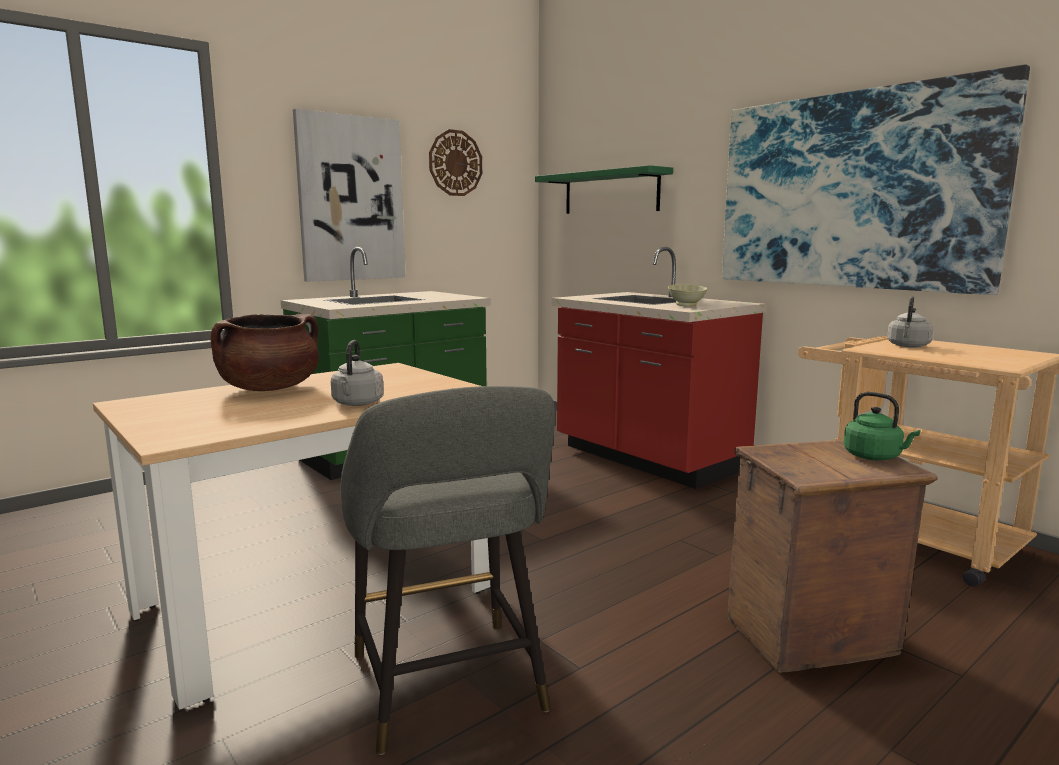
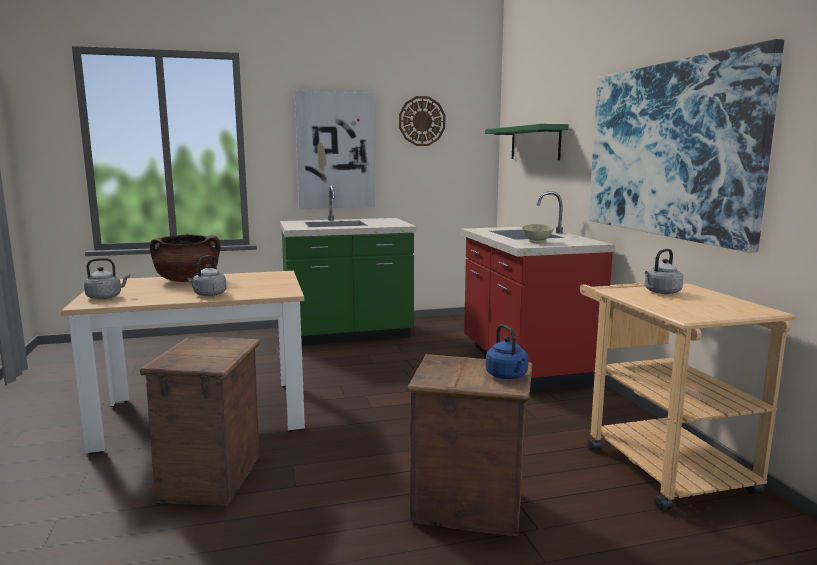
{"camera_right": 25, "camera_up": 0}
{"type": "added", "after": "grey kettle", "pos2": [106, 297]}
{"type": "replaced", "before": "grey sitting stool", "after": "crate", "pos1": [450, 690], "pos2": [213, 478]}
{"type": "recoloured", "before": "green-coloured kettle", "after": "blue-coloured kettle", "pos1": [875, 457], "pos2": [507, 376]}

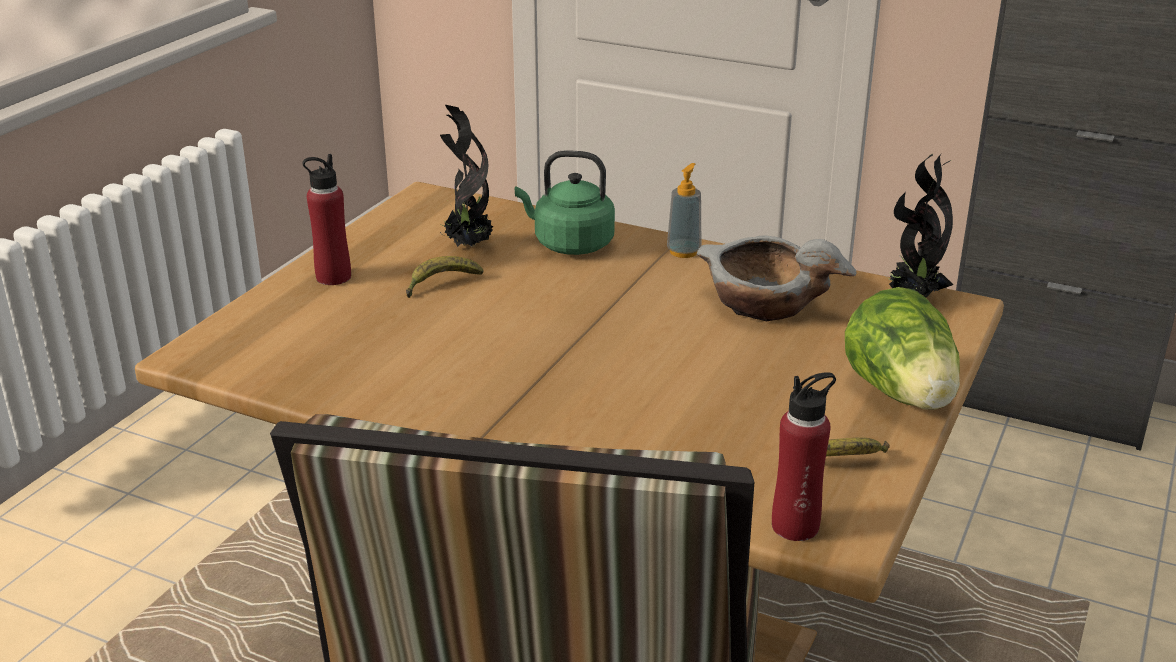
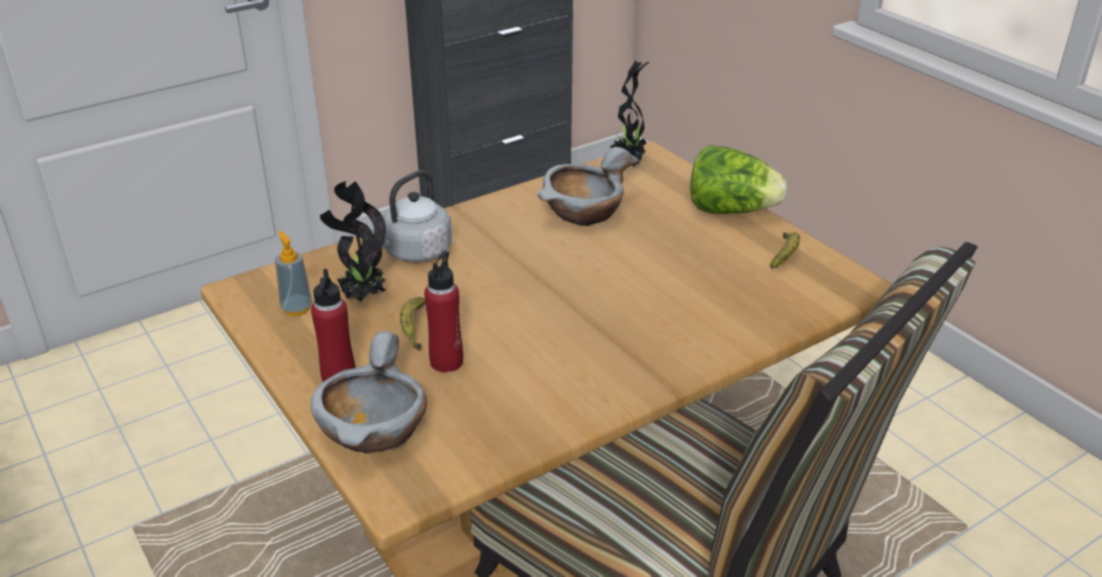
{"camera_right": -60, "camera_up": 5}
{"type": "moved", "before": "soap dispenser", "pos1": [684, 252], "pos2": [297, 308]}
{"type": "added", "after": "grey bowl", "pos2": [374, 429]}
{"type": "recoloured", "before": "green-coloured kettle", "after": "grey kettle", "pos1": [569, 244], "pos2": [414, 252]}
{"type": "moved", "before": "red-coloured drink bottle", "pos1": [795, 526], "pos2": [446, 362]}

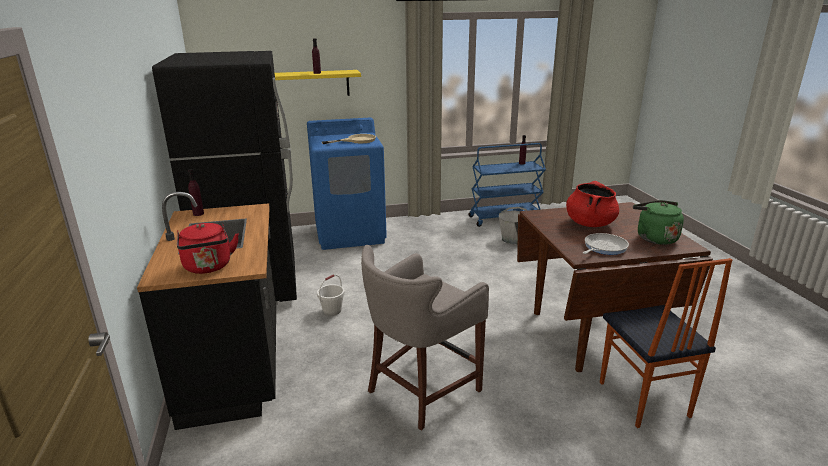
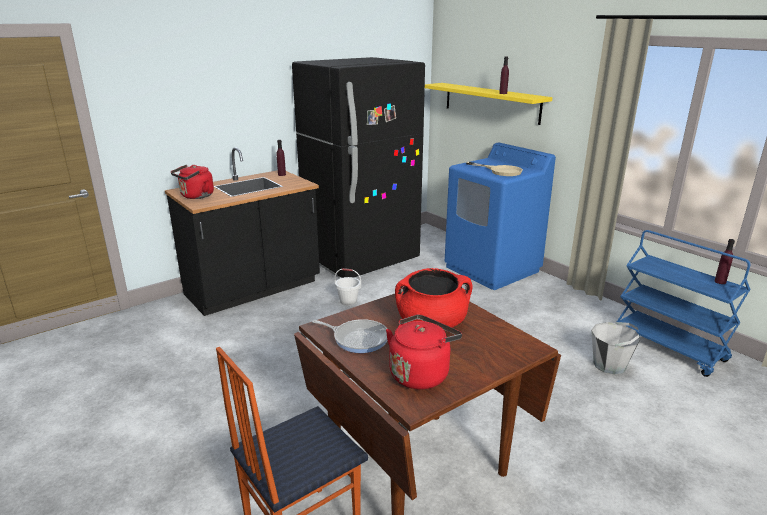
{"camera_right": 65, "camera_up": 0}
{"type": "recoloured", "before": "green-coloured kettle", "after": "red-coloured kettle", "pos1": [654, 238], "pos2": [421, 373]}
{"type": "removed", "before": "grey sitting stool", "pos1": [420, 391]}

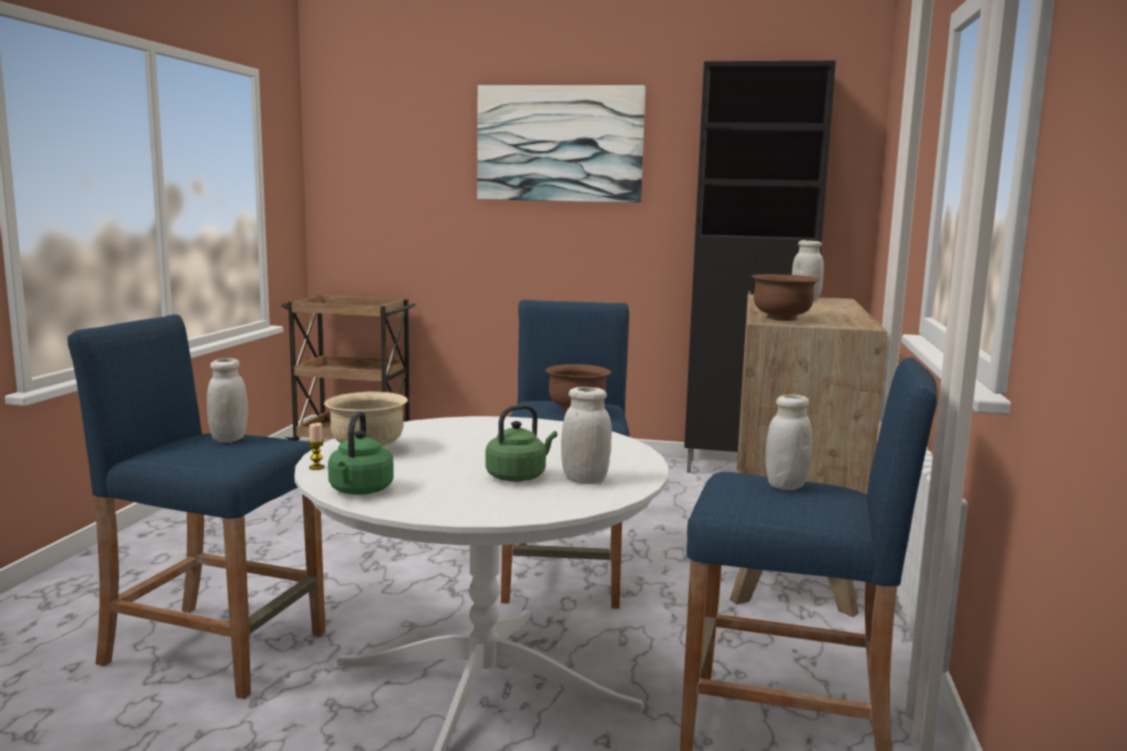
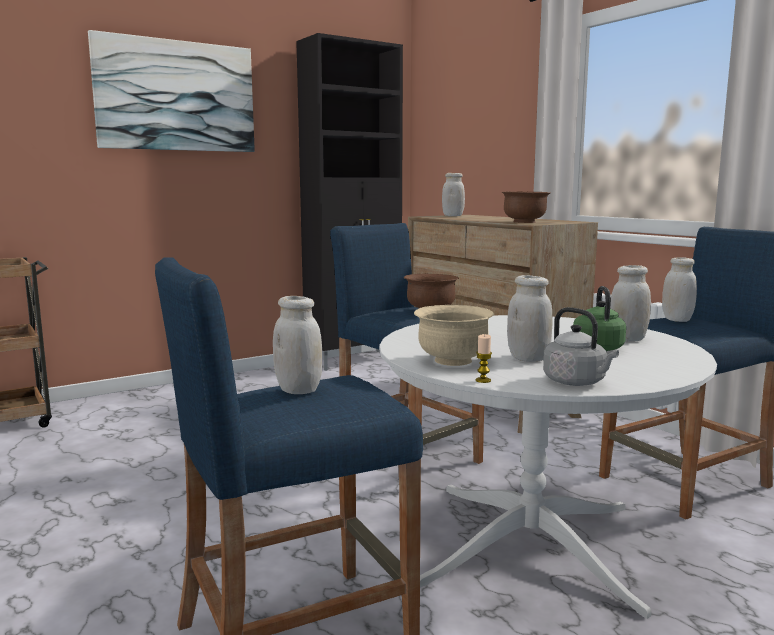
{"camera_right": -45, "camera_up": 0}
{"type": "added", "after": "white-coloured jar", "pos2": [528, 358]}
{"type": "recoloured", "before": "green-coloured kettle", "after": "grey kettle", "pos1": [360, 491], "pos2": [577, 382]}

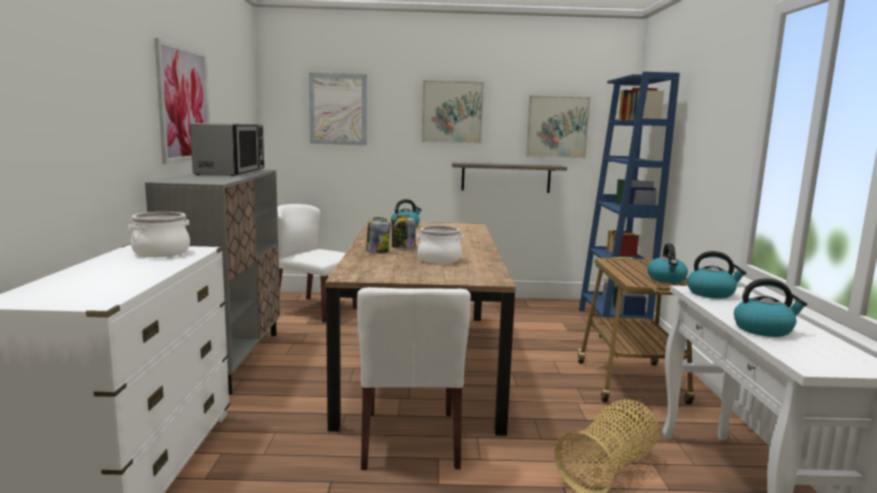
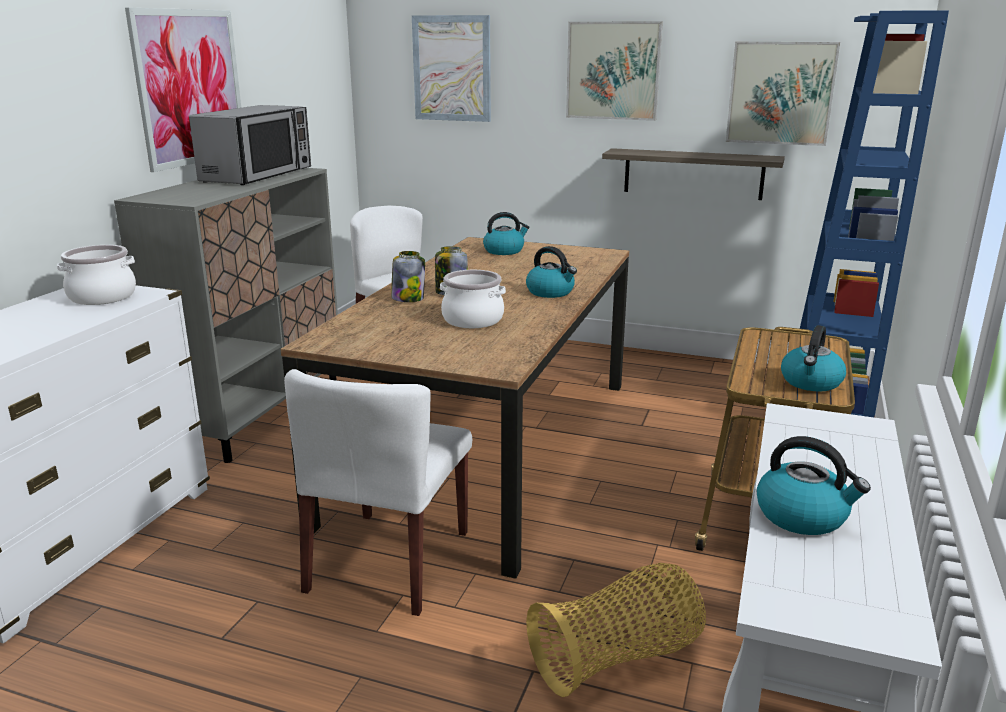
{"camera_right": 20, "camera_up": 10}
{"type": "moved", "before": "kettle", "pos1": [711, 293], "pos2": [551, 292]}

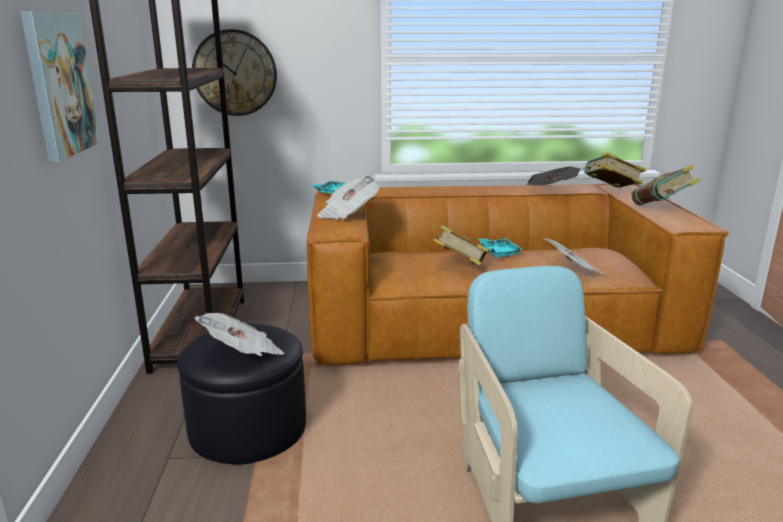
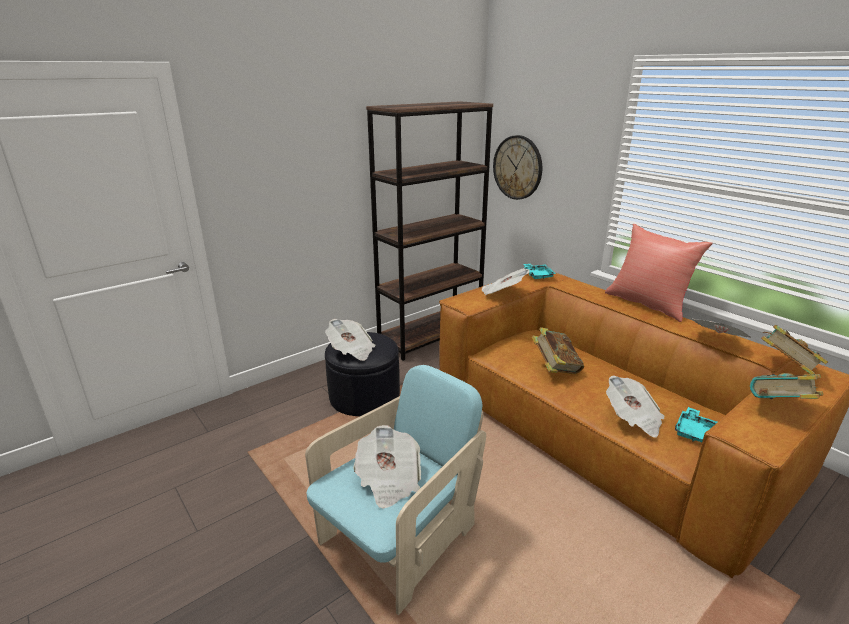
{"camera_right": 55, "camera_up": 5}
{"type": "added", "after": "newspaper", "pos2": [388, 480]}
{"type": "added", "after": "red-coloured cushion", "pos2": [648, 304]}
{"type": "moved", "before": "turquoise carrying tray", "pos1": [498, 252], "pos2": [695, 432]}
{"type": "removed", "before": "picture", "pos1": [59, 84]}

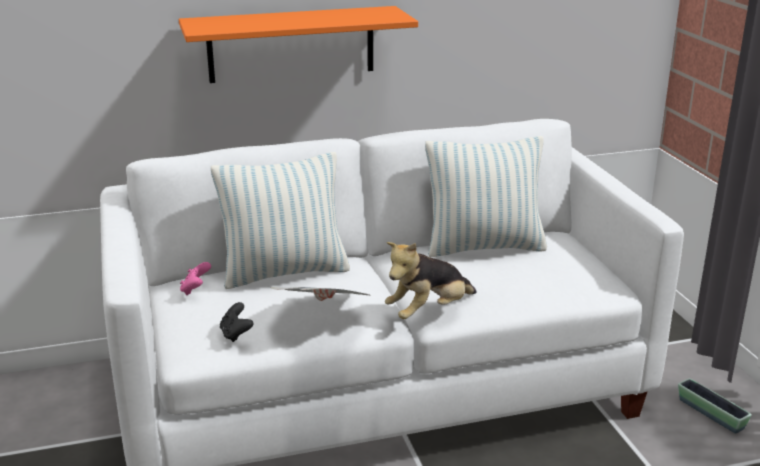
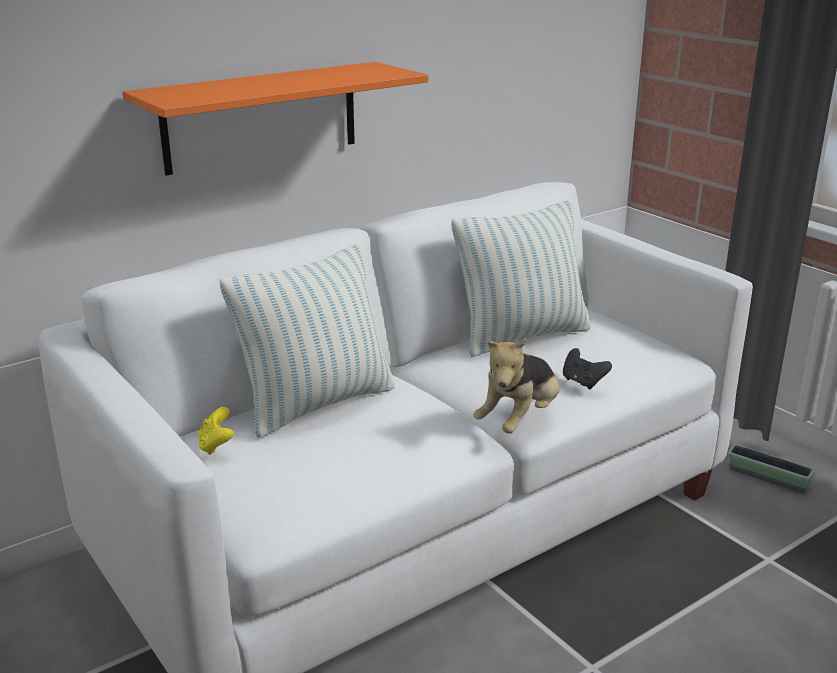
{"camera_right": -20, "camera_up": 0}
{"type": "recoloured", "before": "pink gamepad", "after": "yellow-coloured gamepad", "pos1": [195, 290], "pos2": [216, 445]}
{"type": "moved", "before": "black-coloured gamepad", "pos1": [236, 334], "pos2": [583, 382]}
{"type": "removed", "before": "newspaper", "pos1": [324, 314]}

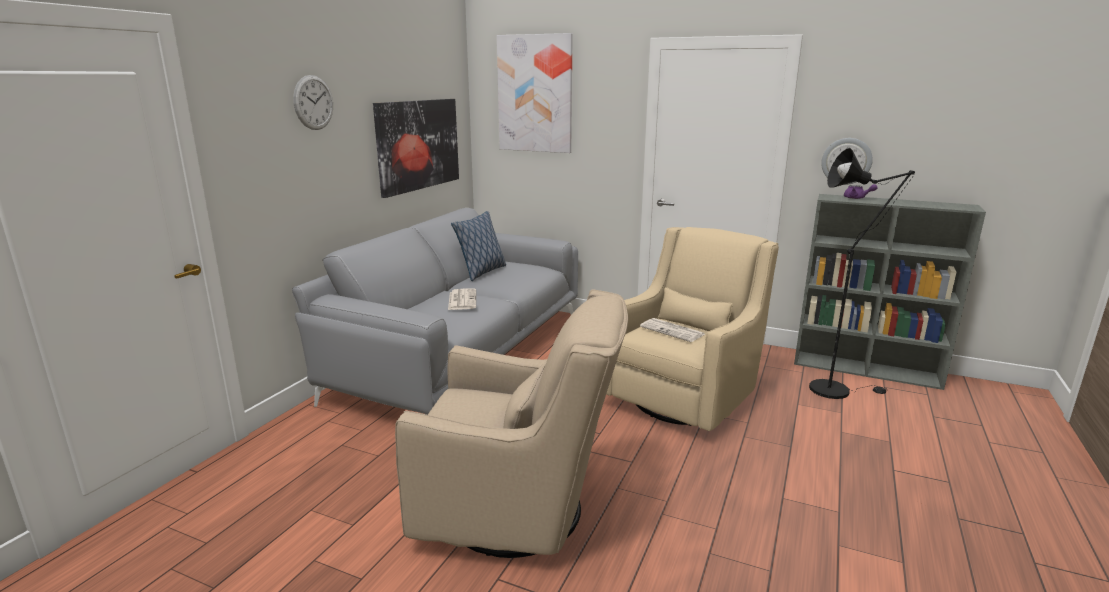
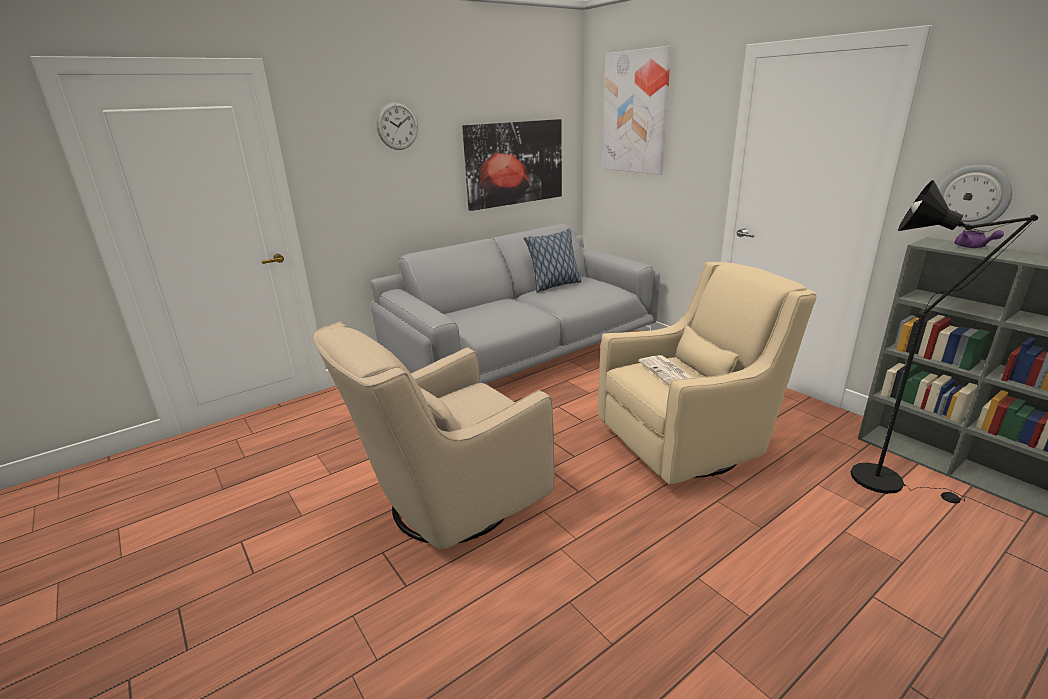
{"camera_right": 30, "camera_up": 5}
{"type": "turned", "before": "beige-coloured lounge chair", "pos1": [520, 511], "pos2": [447, 504], "turn": 105}
{"type": "removed", "before": "newspaper", "pos1": [462, 300]}

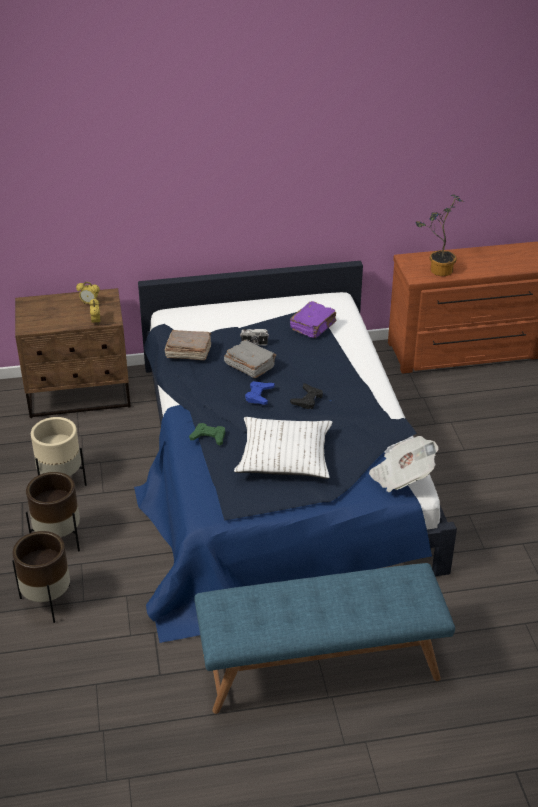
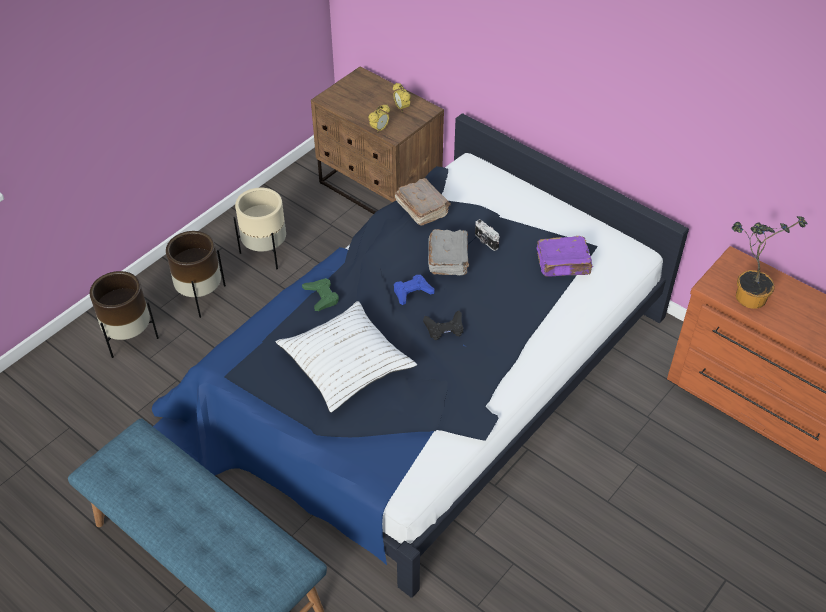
{"camera_right": 50, "camera_up": 10}
{"type": "removed", "before": "newspaper", "pos1": [402, 476]}

